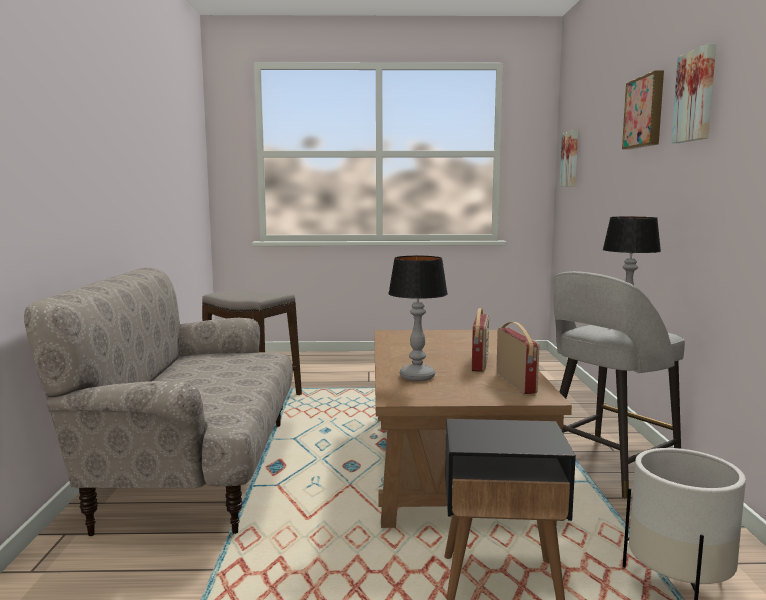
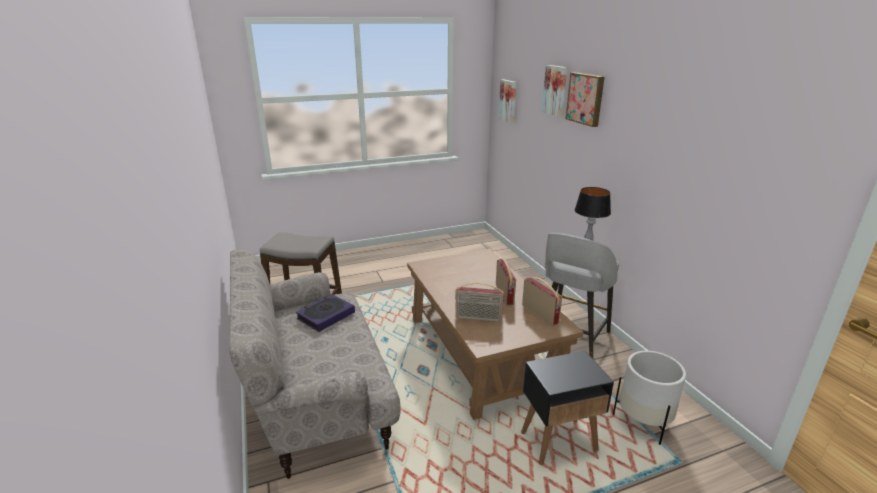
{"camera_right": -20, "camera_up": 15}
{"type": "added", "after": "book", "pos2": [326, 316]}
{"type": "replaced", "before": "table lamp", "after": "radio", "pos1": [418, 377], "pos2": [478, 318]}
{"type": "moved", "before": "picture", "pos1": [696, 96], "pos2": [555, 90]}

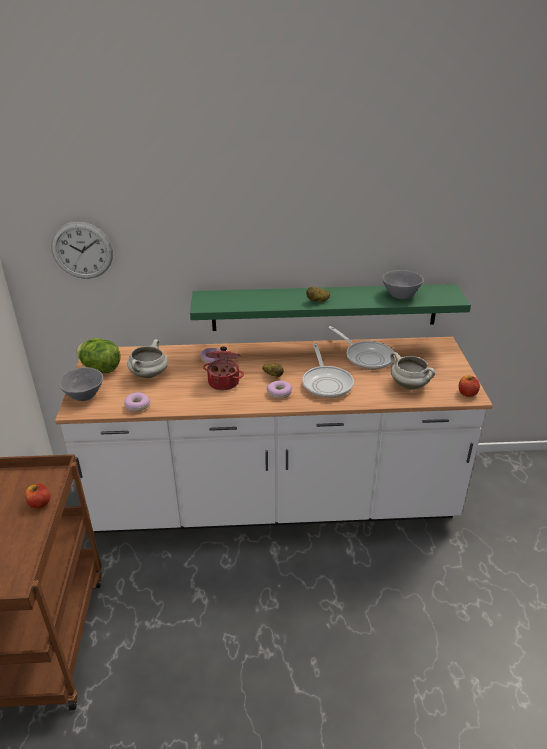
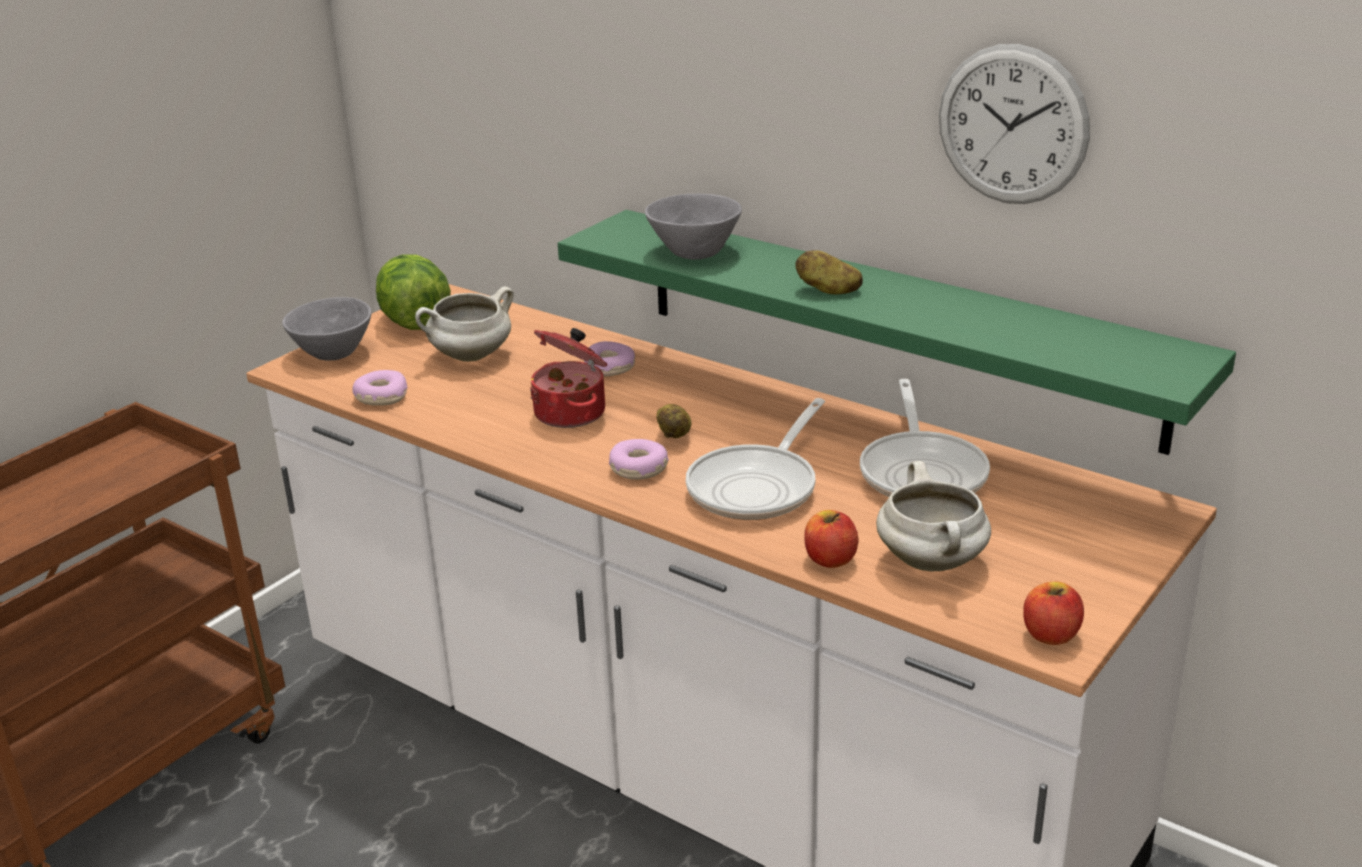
{"camera_right": 40, "camera_up": -5}
{"type": "moved", "before": "grey bowl", "pos1": [400, 294], "pos2": [697, 251]}
{"type": "moved", "before": "whole apple", "pos1": [39, 503], "pos2": [830, 559]}
{"type": "moved", "before": "wall clock", "pos1": [82, 250], "pos2": [1012, 125]}

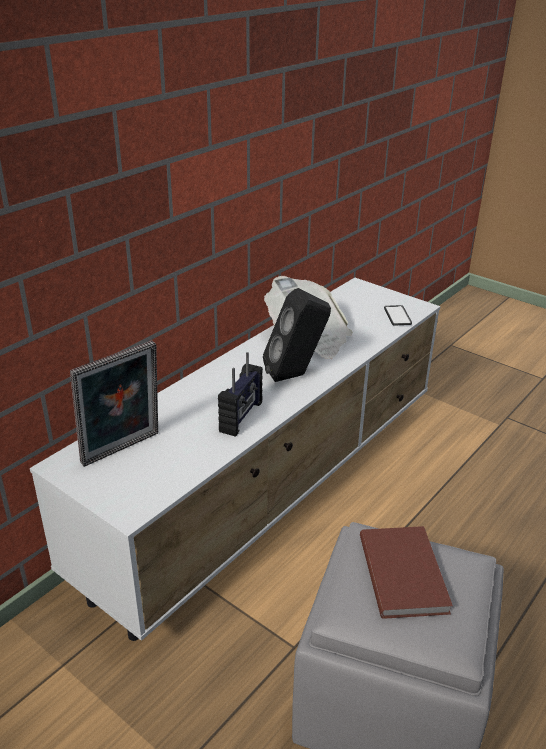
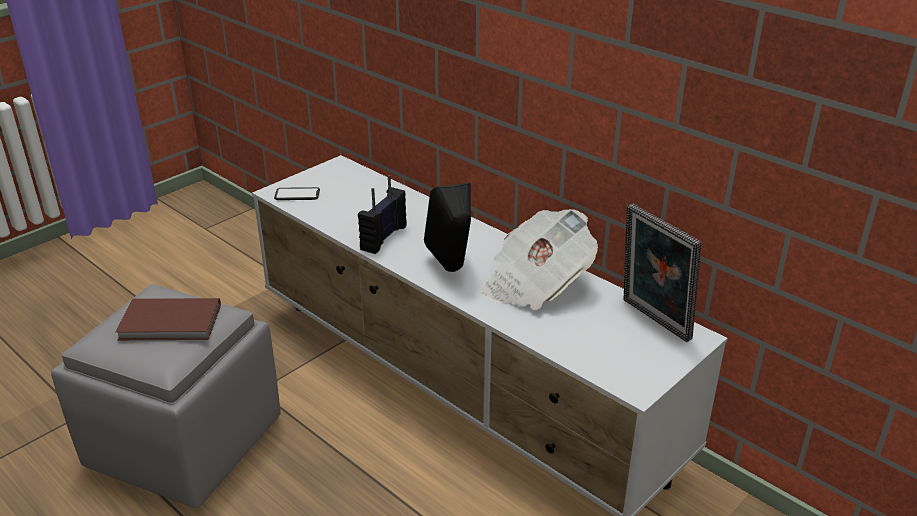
{"camera_right": 95, "camera_up": 0}
{"type": "moved", "before": "phone", "pos1": [397, 316], "pos2": [297, 194]}
{"type": "turned", "before": "radio", "pos1": [242, 417], "pos2": [383, 237], "turn": 90}
{"type": "moved", "before": "photo frame", "pos1": [123, 450], "pos2": [652, 321]}

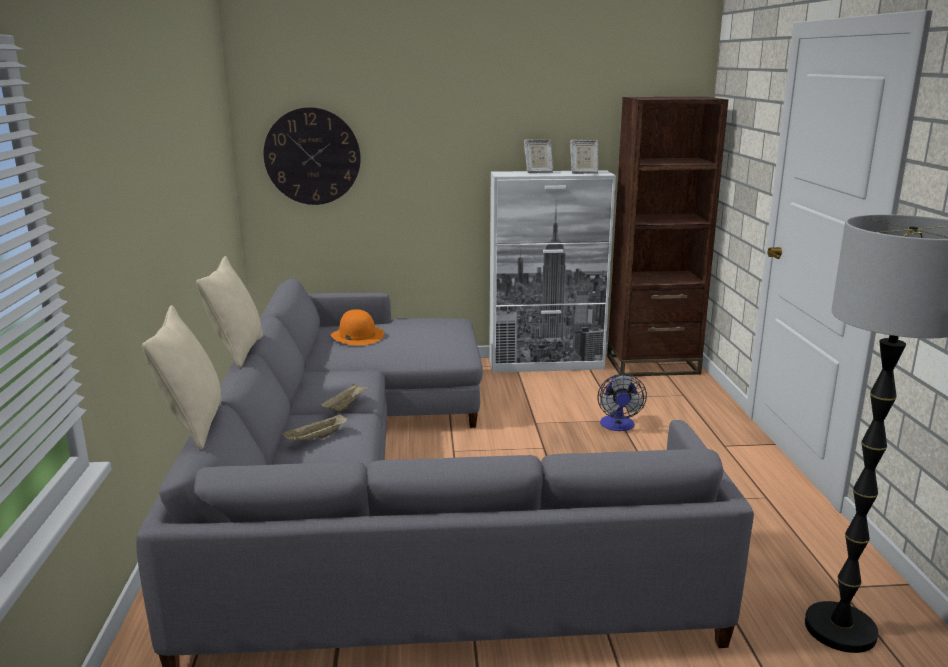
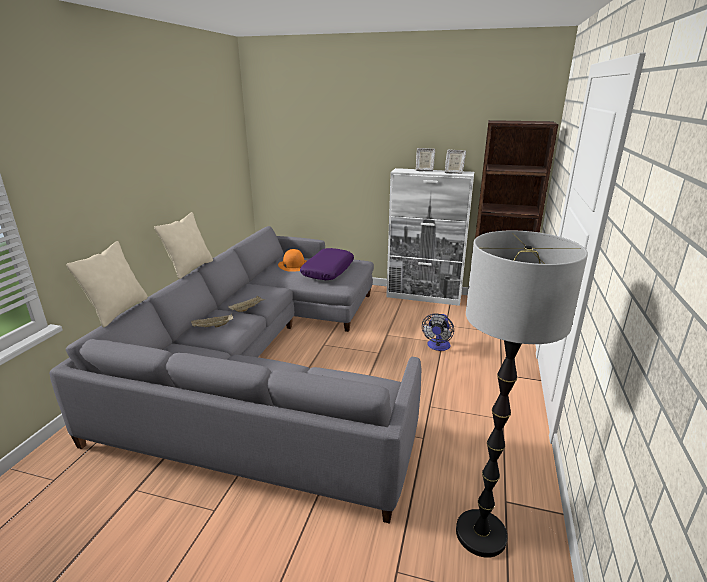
{"camera_right": 20, "camera_up": 5}
{"type": "added", "after": "purple-coloured cushion", "pos2": [327, 270]}
{"type": "removed", "before": "wall clock", "pos1": [312, 156]}

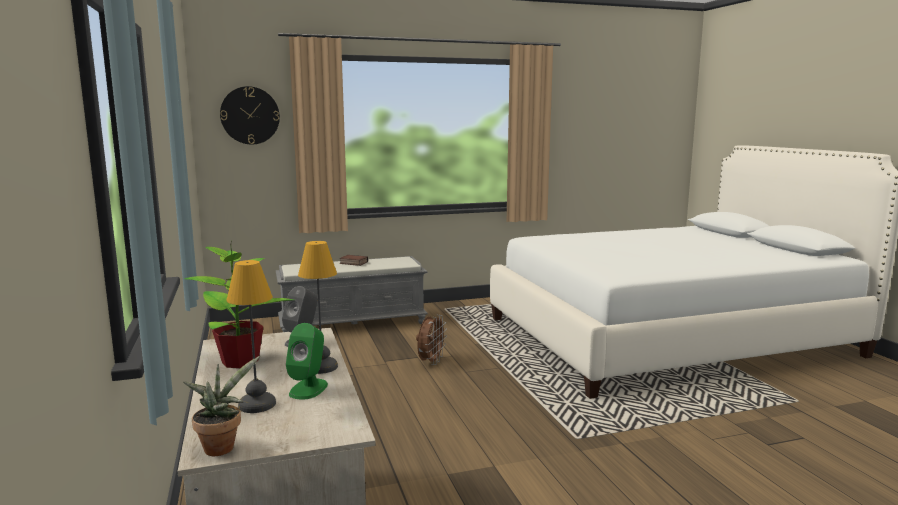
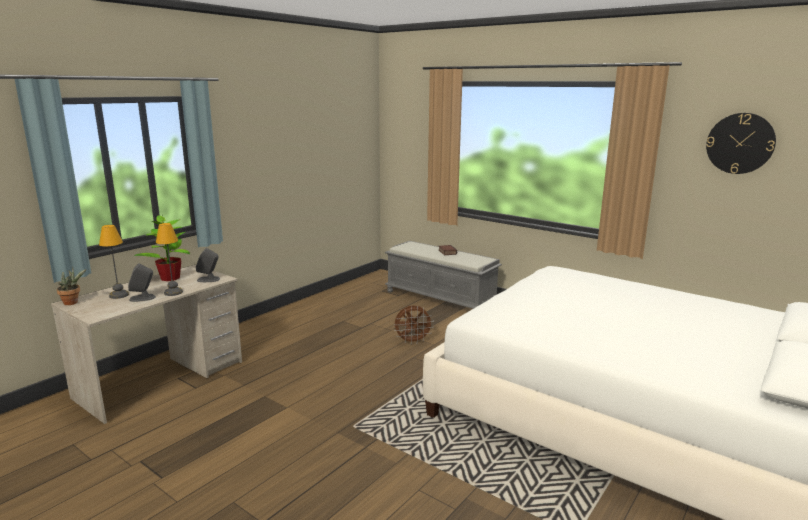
{"camera_right": 55, "camera_up": 5}
{"type": "recoloured", "before": "green-coloured speaker", "after": "grey speaker", "pos1": [308, 389], "pos2": [143, 298]}
{"type": "moved", "before": "wall clock", "pos1": [250, 115], "pos2": [740, 143]}

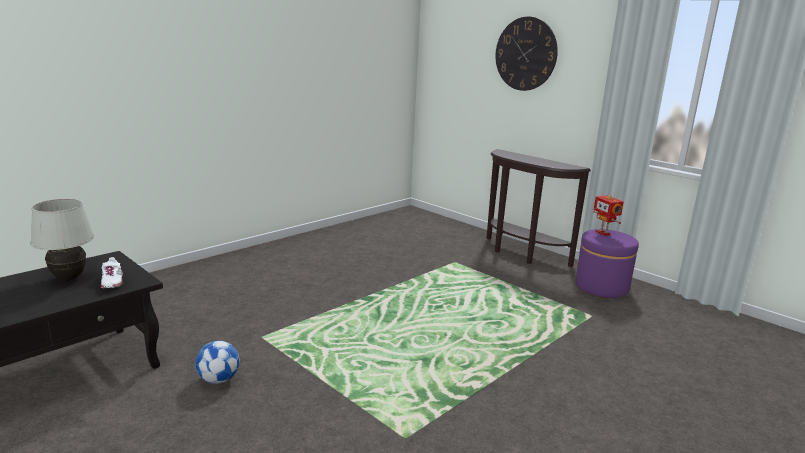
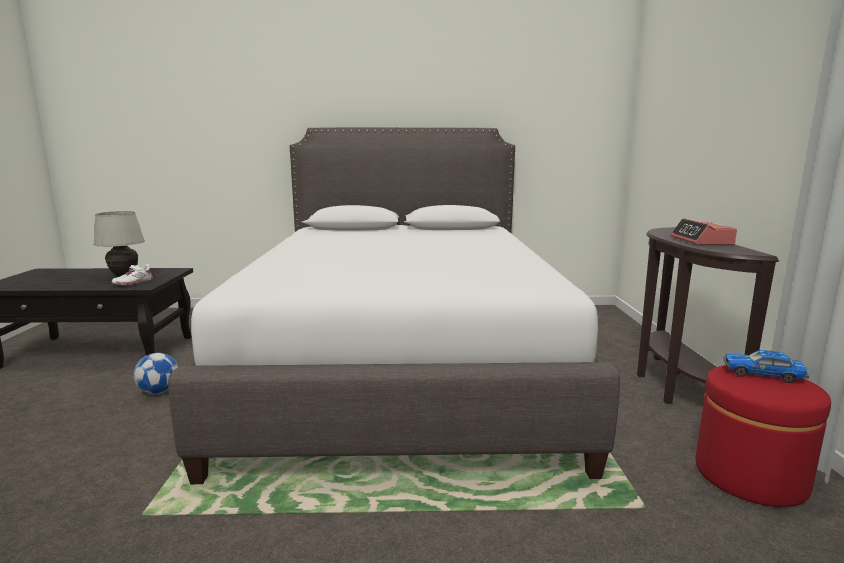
{"camera_right": 45, "camera_up": -5}
{"type": "added", "after": "white-coloured sleeping bed", "pos2": [402, 365]}
{"type": "added", "after": "table clock", "pos2": [702, 241]}
{"type": "recoloured", "before": "purple-coloured footrest", "after": "red-coloured footrest", "pos1": [601, 287], "pos2": [750, 476]}
{"type": "replaced", "before": "robot figure", "after": "toy car", "pos1": [603, 233], "pos2": [763, 374]}
{"type": "removed", "before": "wall clock", "pos1": [525, 54]}

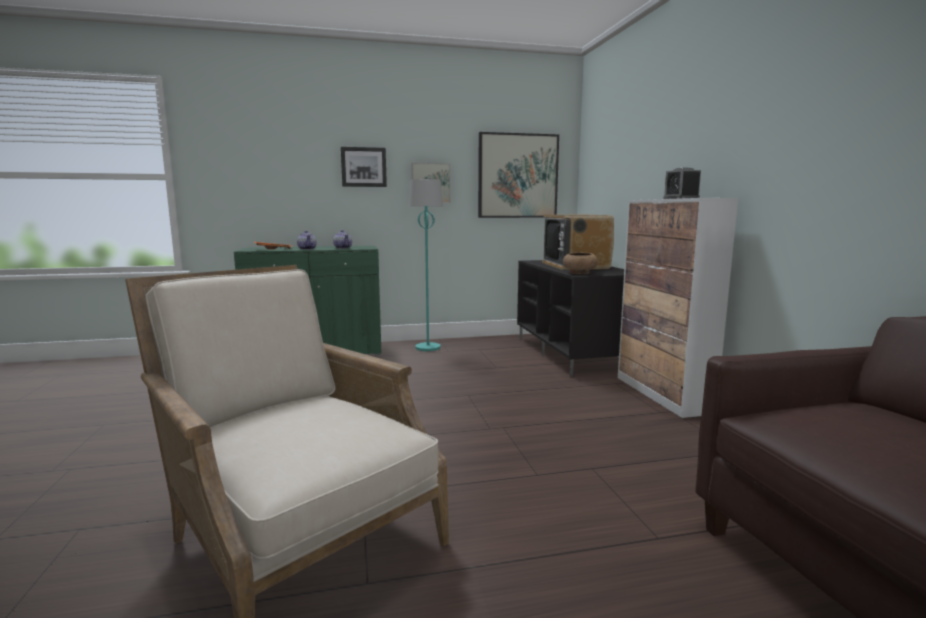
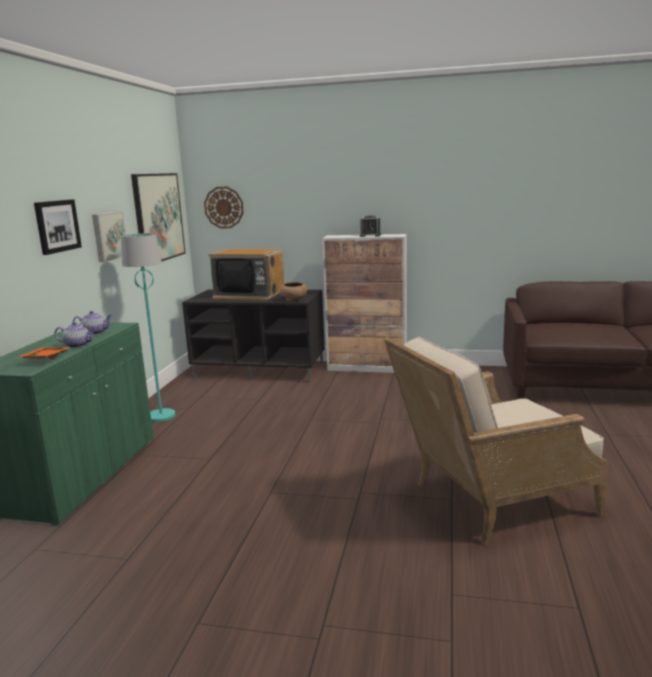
{"camera_right": -65, "camera_up": 5}
{"type": "added", "after": "wall clock", "pos2": [224, 207]}

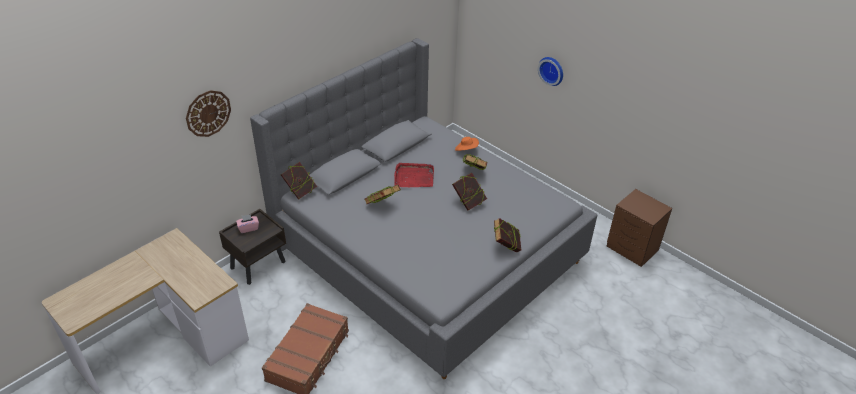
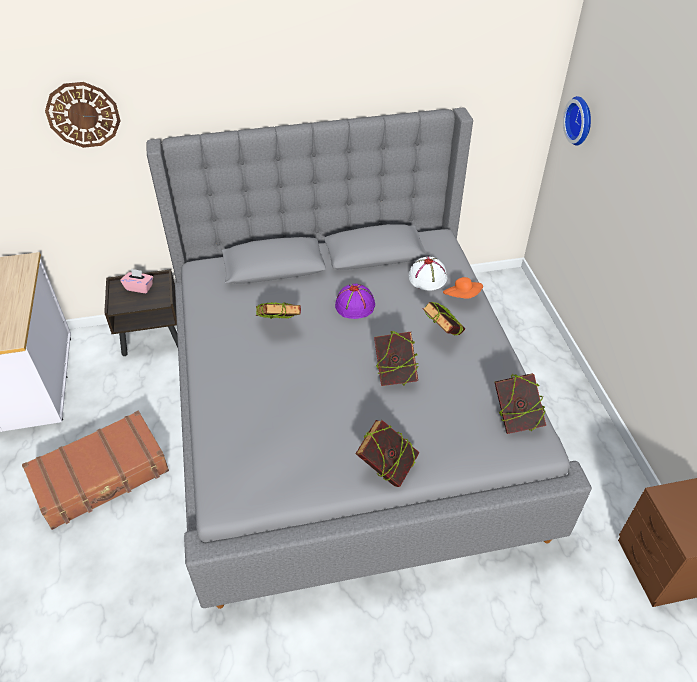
{"camera_right": 35, "camera_up": 5}
{"type": "replaced", "before": "red-coloured carrying tray", "after": "purple-coloured hat", "pos1": [413, 177], "pos2": [355, 305]}
{"type": "added", "after": "white-coloured hat", "pos2": [428, 277]}
{"type": "moved", "before": "book", "pos1": [300, 192], "pos2": [515, 419]}
{"type": "moved", "before": "wall clock", "pos1": [552, 70], "pos2": [581, 120]}

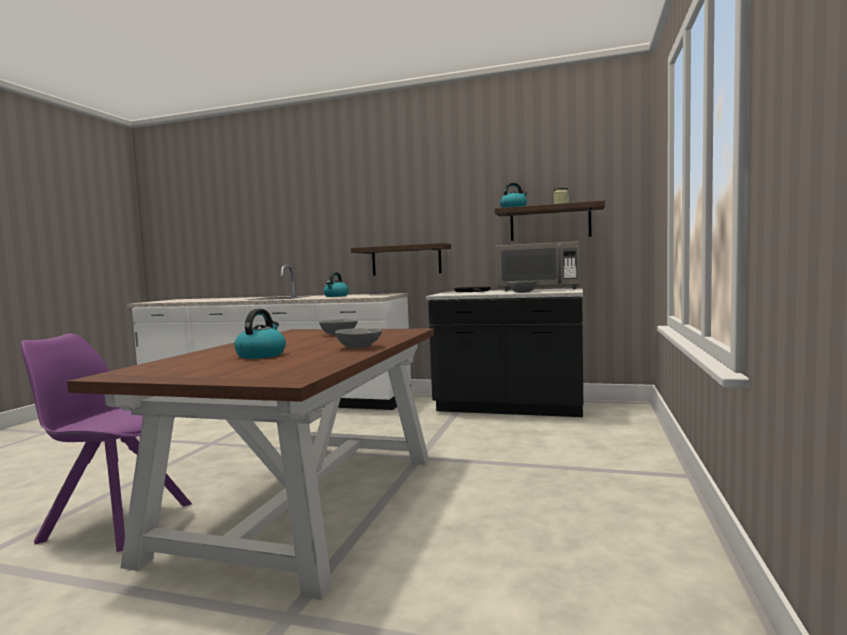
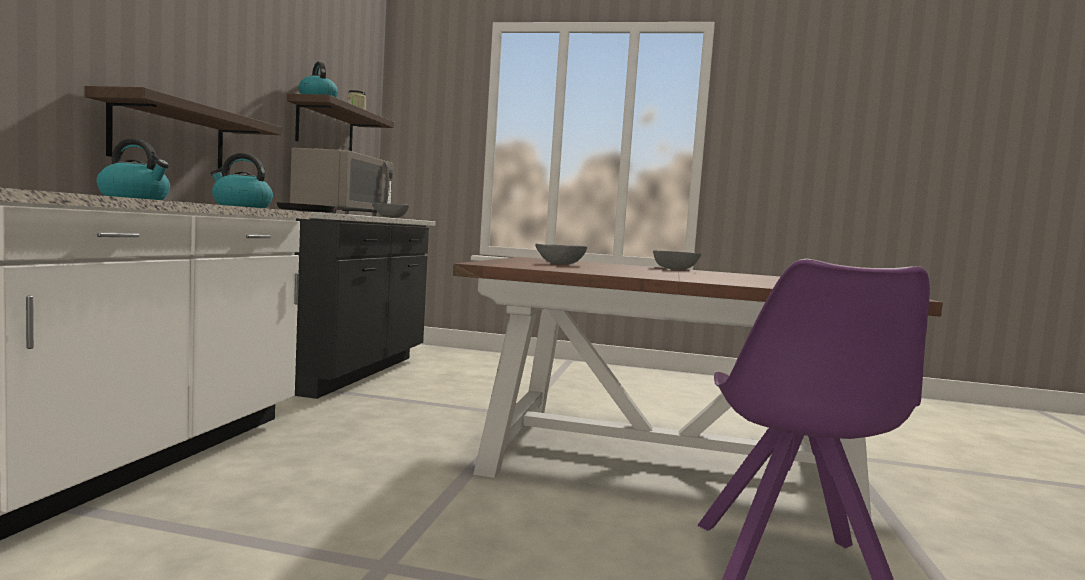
{"camera_right": -95, "camera_up": 0}
{"type": "moved", "before": "kettle", "pos1": [261, 355], "pos2": [241, 206]}

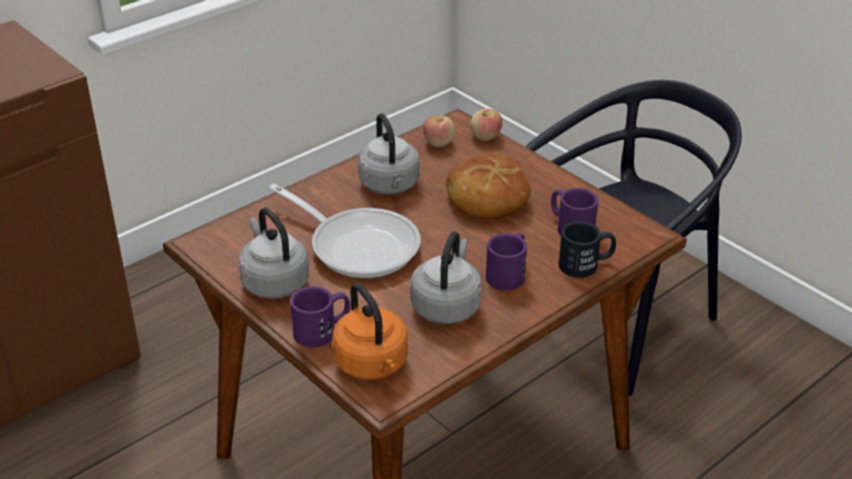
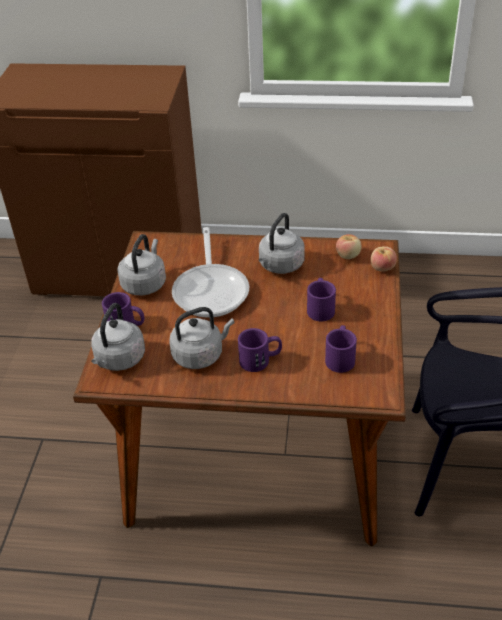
{"camera_right": 50, "camera_up": 5}
{"type": "recoloured", "before": "orange kettle", "after": "grey kettle", "pos1": [373, 365], "pos2": [119, 360]}
{"type": "replaced", "before": "baked bread", "after": "purple-coloured coffee mug", "pos1": [487, 199], "pos2": [320, 307]}
{"type": "removed", "before": "black-coloured coffee mug", "pos1": [586, 264]}

